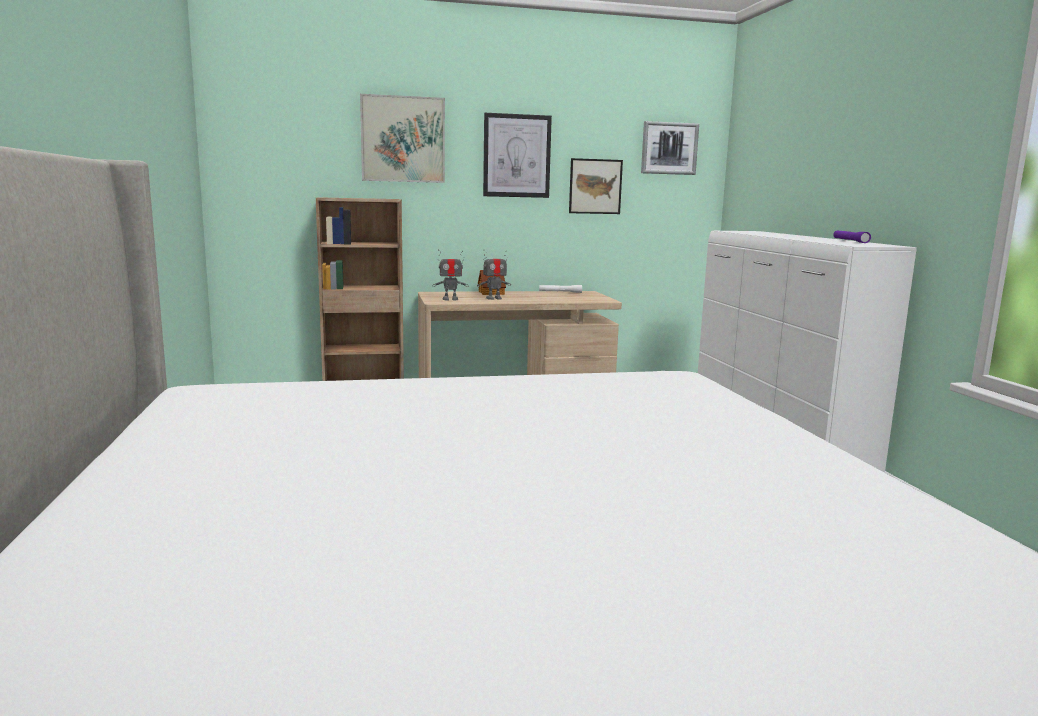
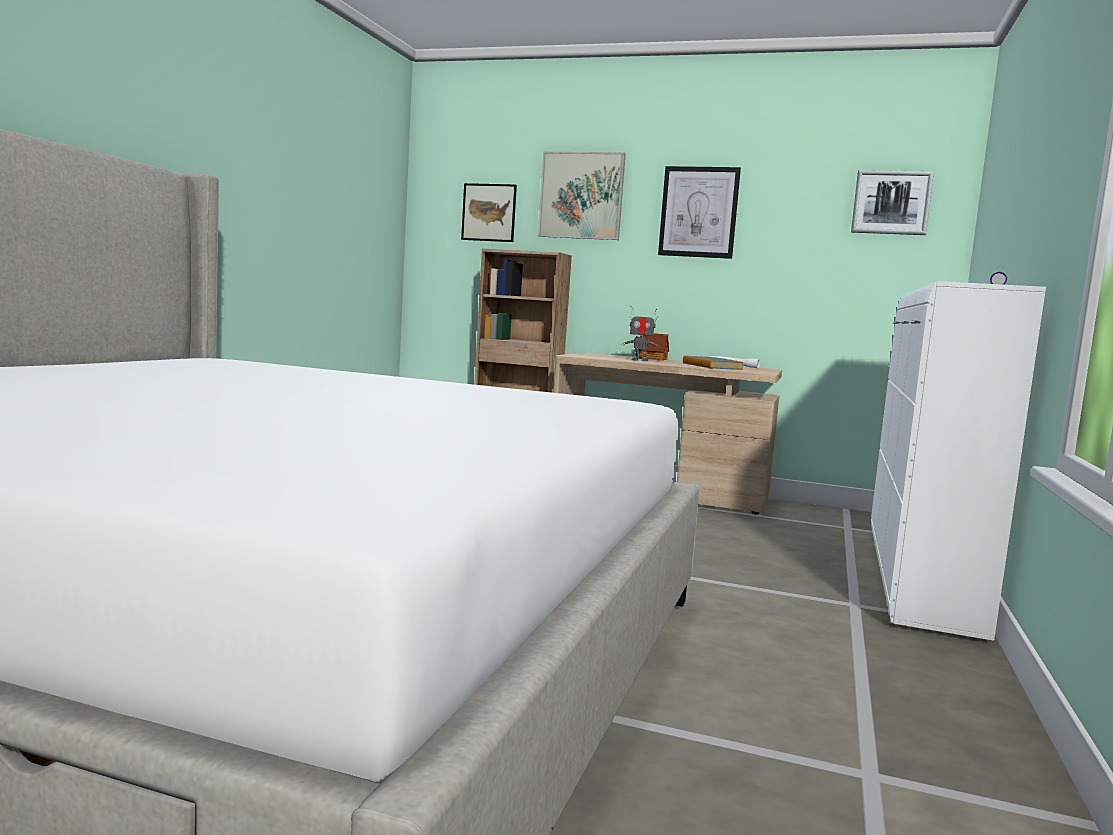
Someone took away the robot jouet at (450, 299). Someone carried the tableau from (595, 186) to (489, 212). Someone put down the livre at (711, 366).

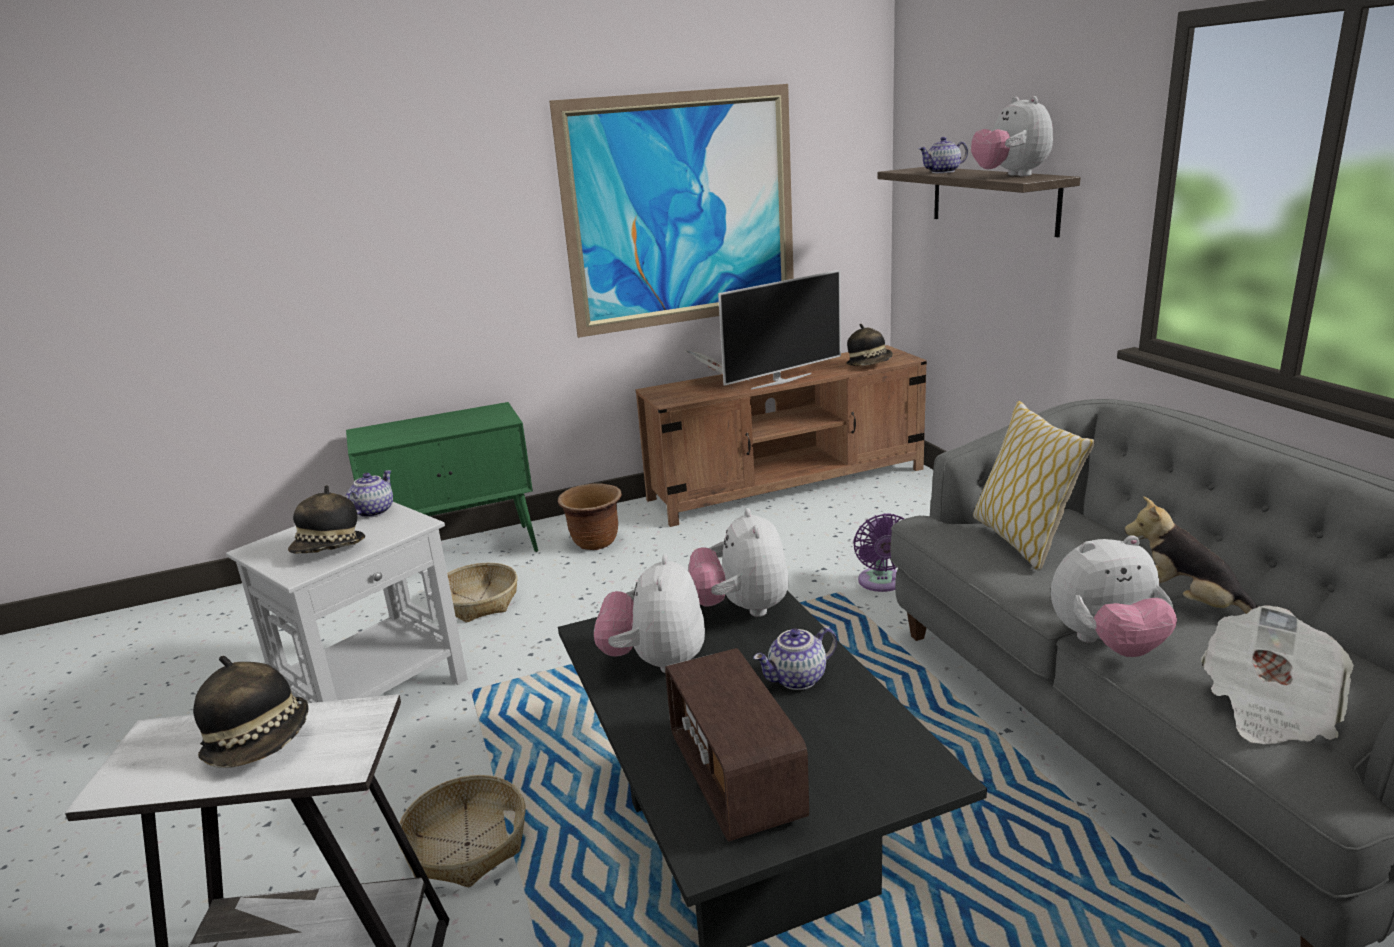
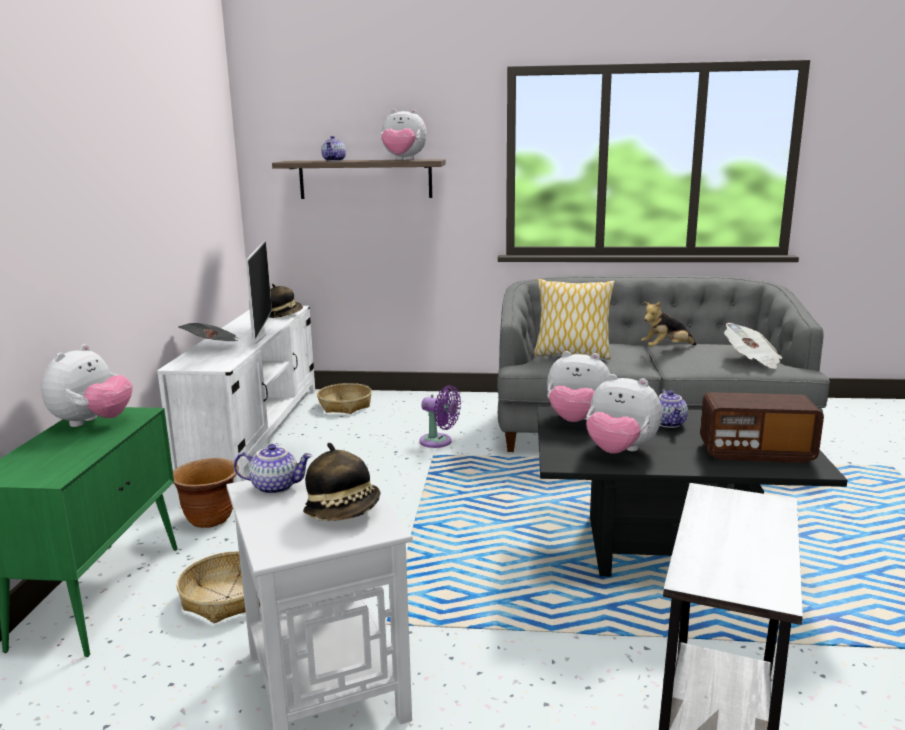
Someone took away the chapeau at (261, 743). Someone rotated the théière at (373, 511) by 135 degrees clockwise. Someone carried the panier from (466, 844) to (345, 406). Someone took away the tableau at (681, 211). Someone repainted the meuble télé [marron] at (787, 484), which became the meuble télé [blanc] at (254, 429). Someone carried the peluche from (1107, 644) to (92, 423).

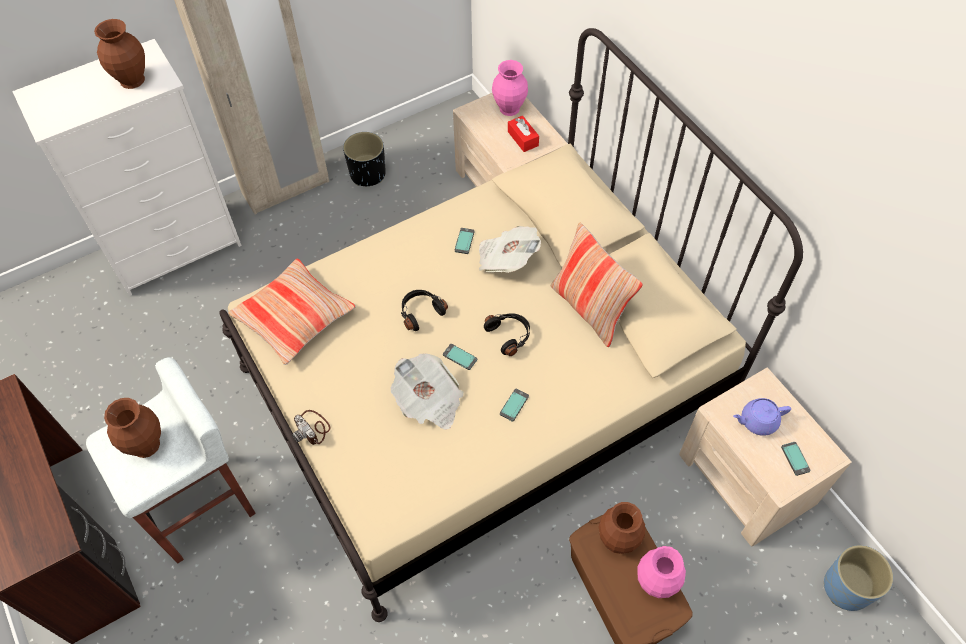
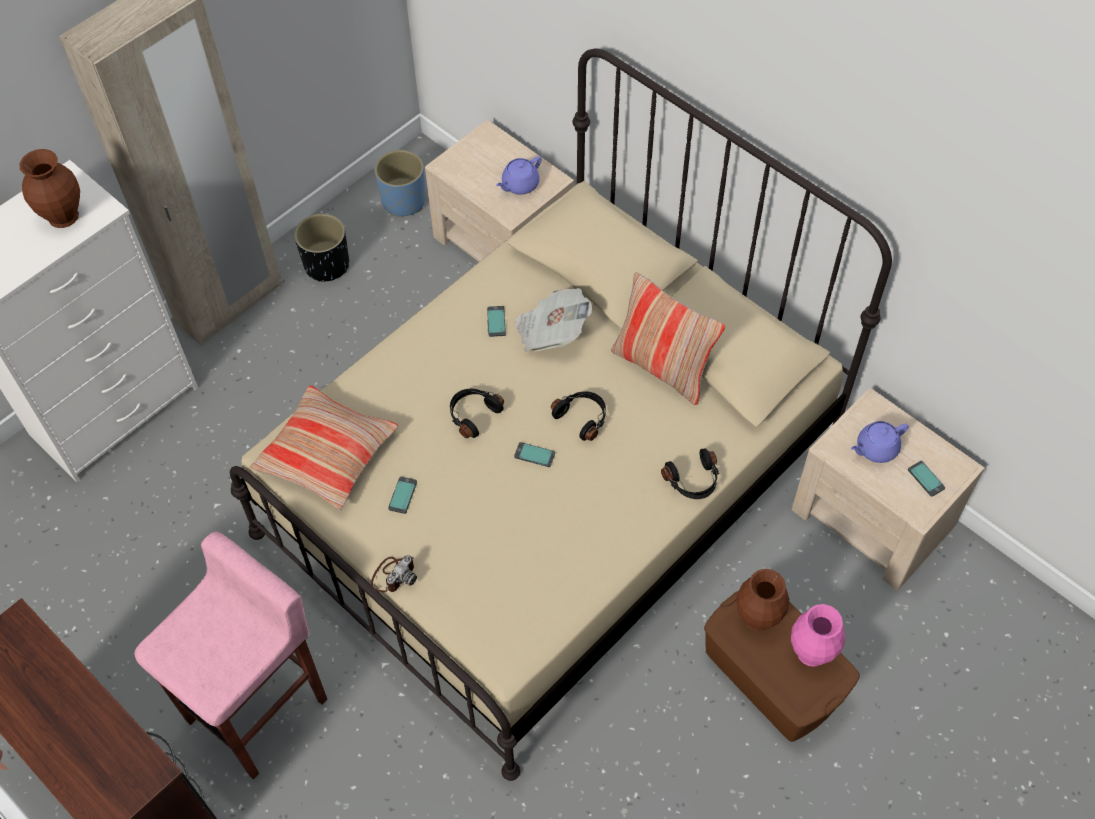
Someone repainted the tabouret [blanc] at (202, 508), which became the tabouret [rose] at (260, 709). Someone took away the vase [marron] at (145, 445). Someone rotated the appareil photo at (312, 428) by 90 degrees counterclockwise. Someone took away the journal at (429, 401). Someone took away the vase [rose] at (510, 108). Someone carried the téléphone from (514, 405) to (402, 495). Someone swapped the boîte à mouchoirs [rouge] at (523, 138) for the théière [violet] at (519, 185). Someone carried the cache-pot [bleu] from (846, 587) to (403, 201). Someone put down the casque audio [noir] at (693, 481).

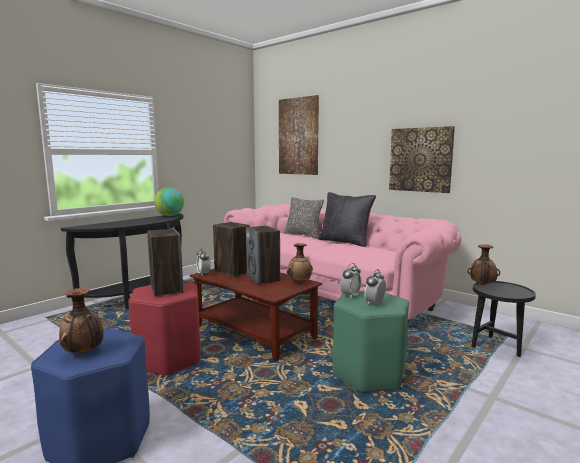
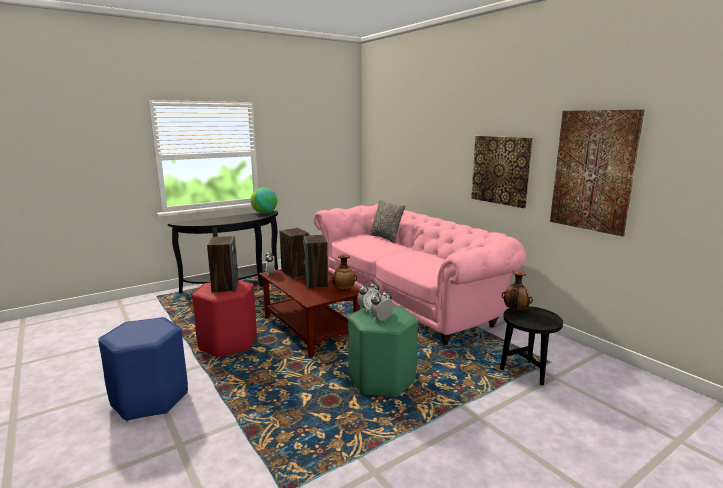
Someone took away the vase at (84, 353). Someone carried the tableau from (298, 136) to (593, 171). Someone took away the coussin [noir] at (345, 242).

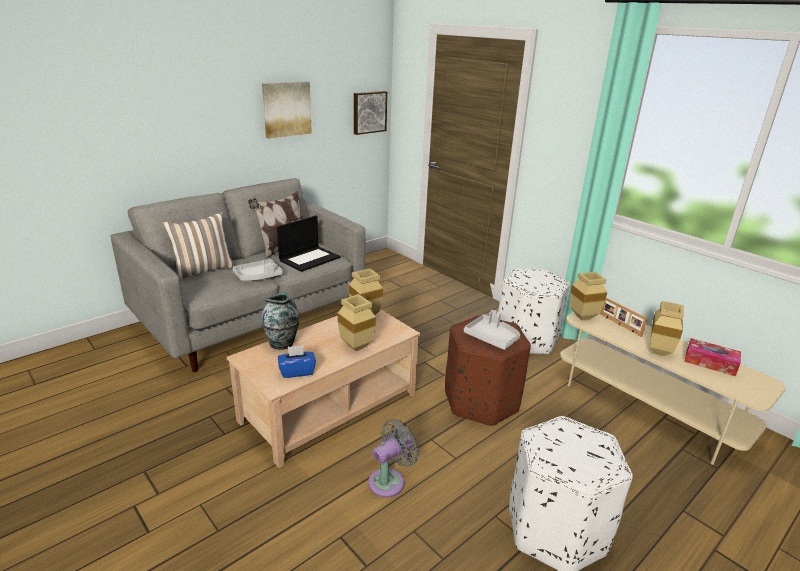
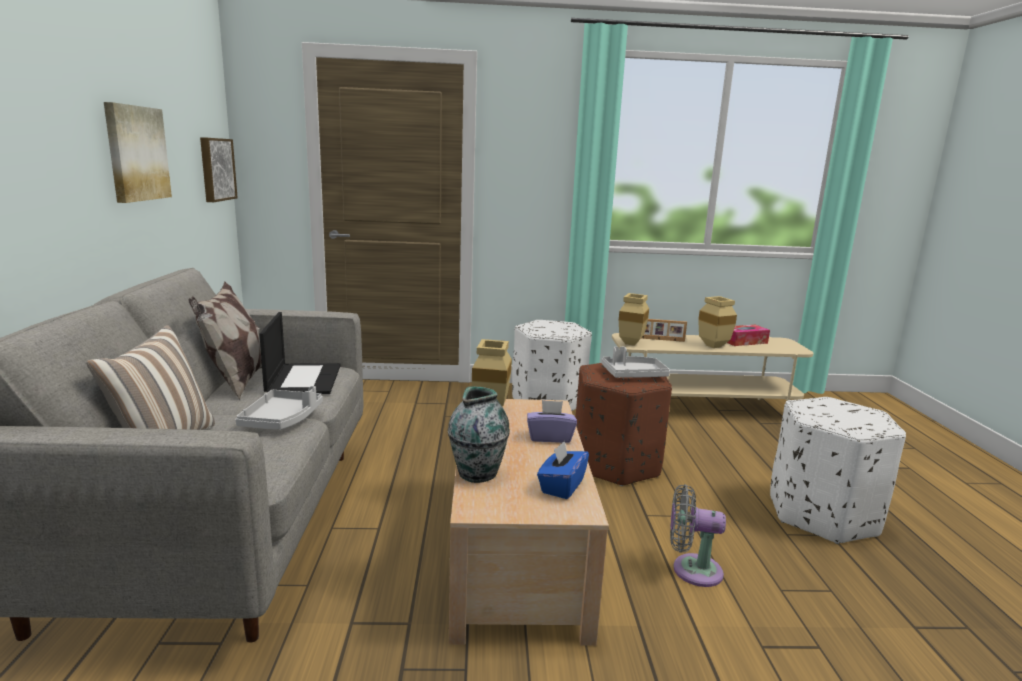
Someone swapped the vase [beige] at (354, 347) for the boîte à mouchoirs [violet] at (550, 437). Someone rotated the ventilateur [gris] at (389, 480) by 75 degrees counterclockwise.

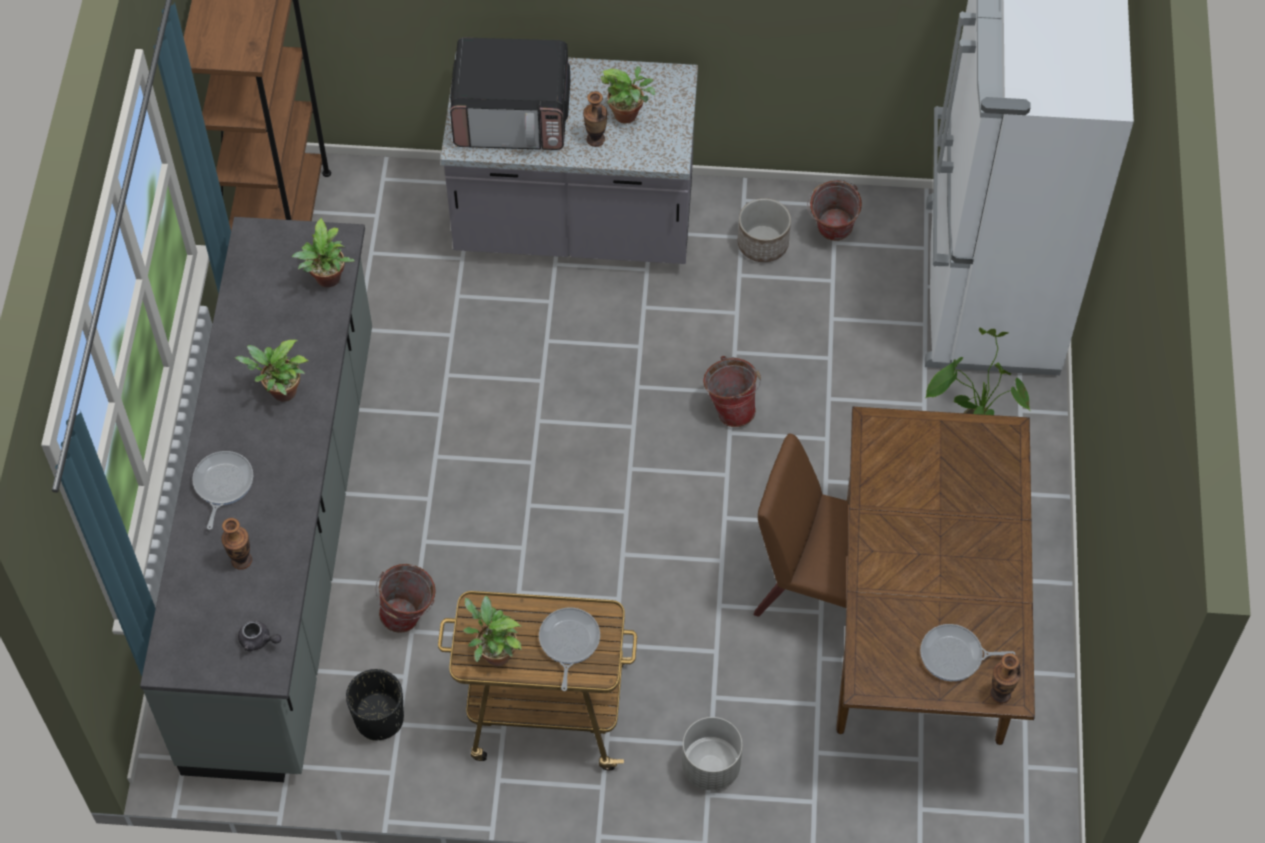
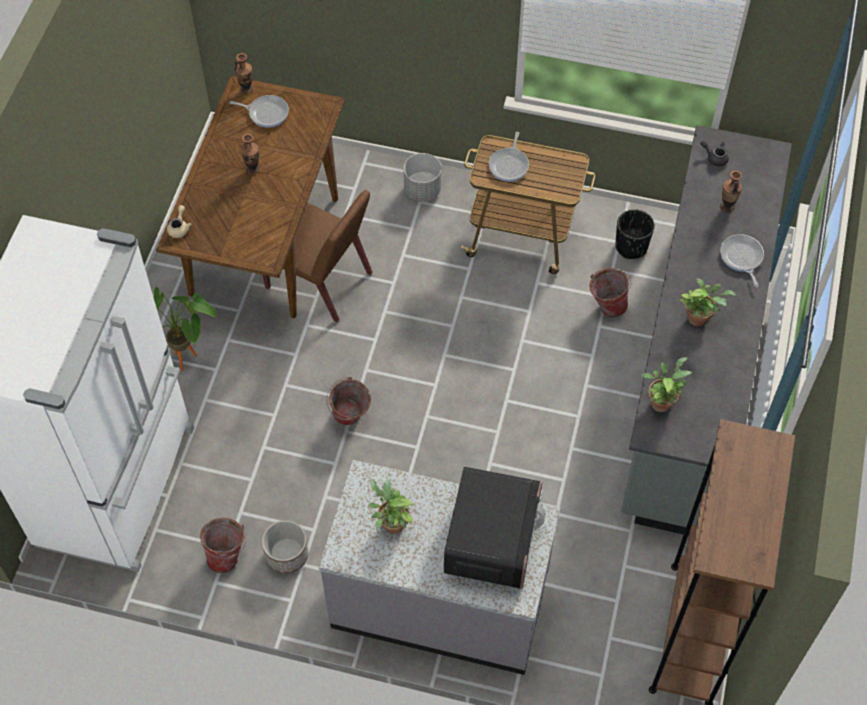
Someone rotated the poêle at (222, 485) by 150 degrees clockwise. Someone rotated the micro-ondes at (513, 116) by 90 degrees clockwise. Someone took away the plante en pot at (494, 653). Someone carried the vase from (595, 139) to (253, 169). Someone put down the théière [beige] at (179, 228).

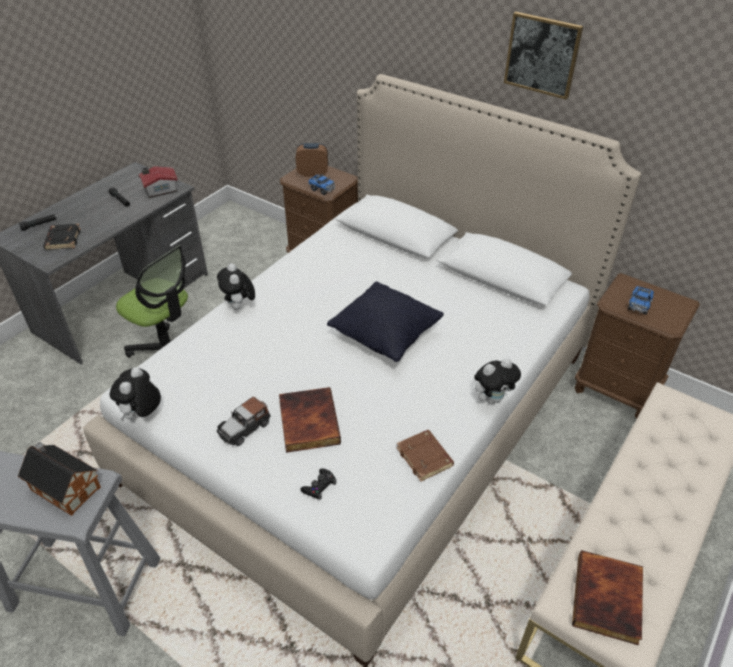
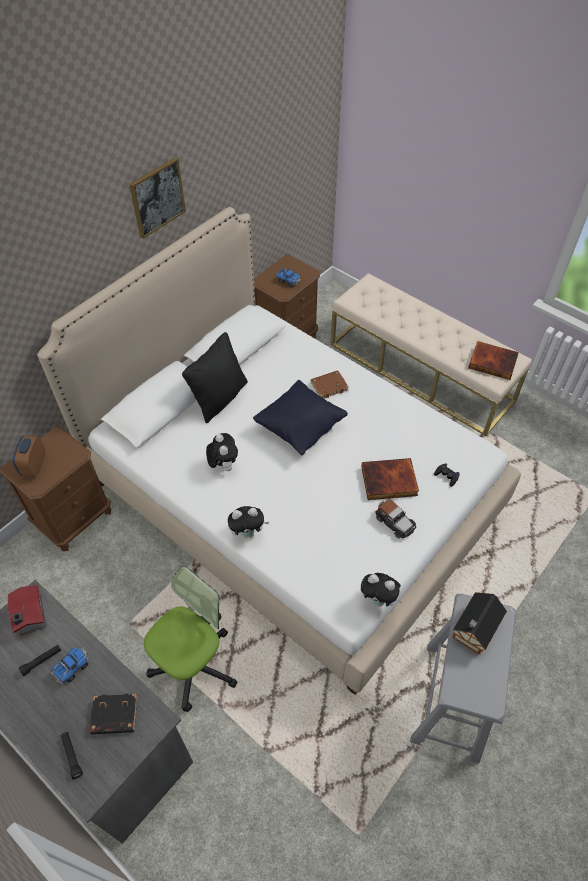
Someone carried the camion jouet from (322, 189) to (72, 668). Someone carried the livre [marron] from (425, 458) to (329, 386). Someone carried the peluche from (492, 398) to (223, 465). Someone put down the coussin [noir] at (220, 398).

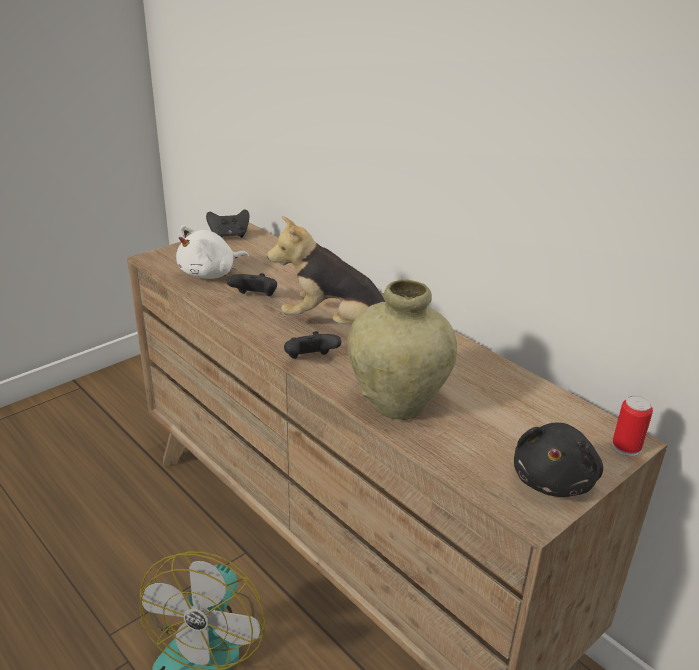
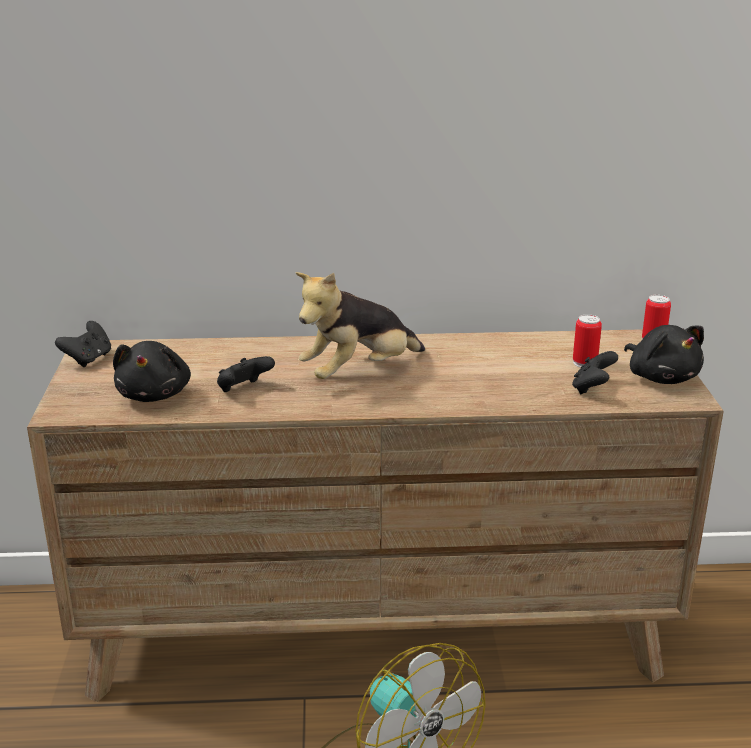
Someone repainted the peluche [blanc] at (210, 274), which became the peluche [noir] at (155, 394). Someone carried the manette [noir] from (310, 360) to (592, 389). Someone took away the vase [beige] at (397, 404). Someone put down the boîte métallique at (584, 363).

